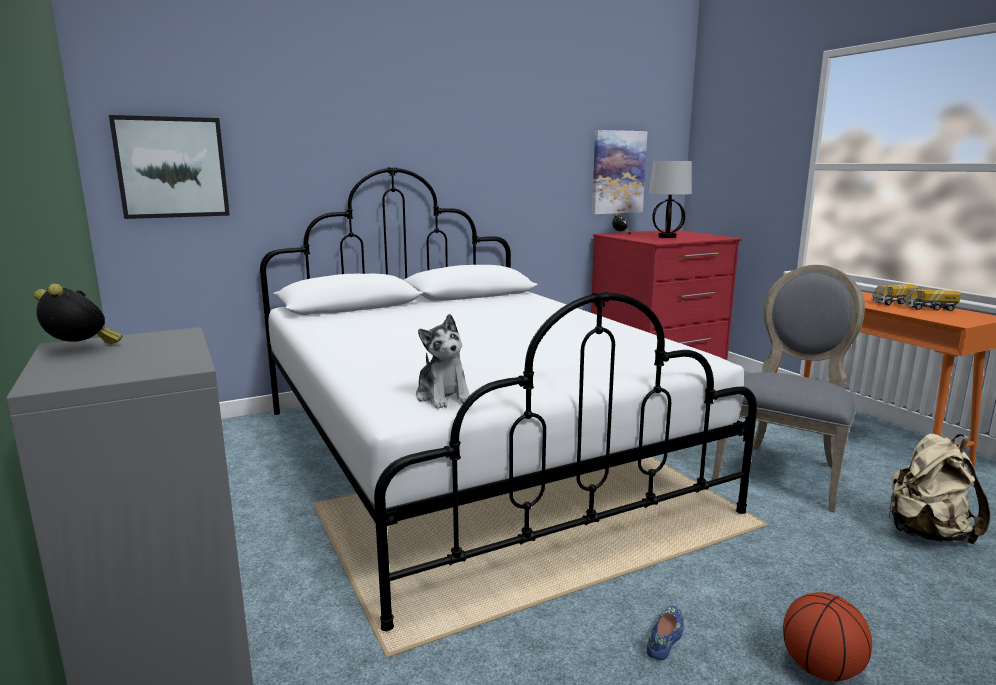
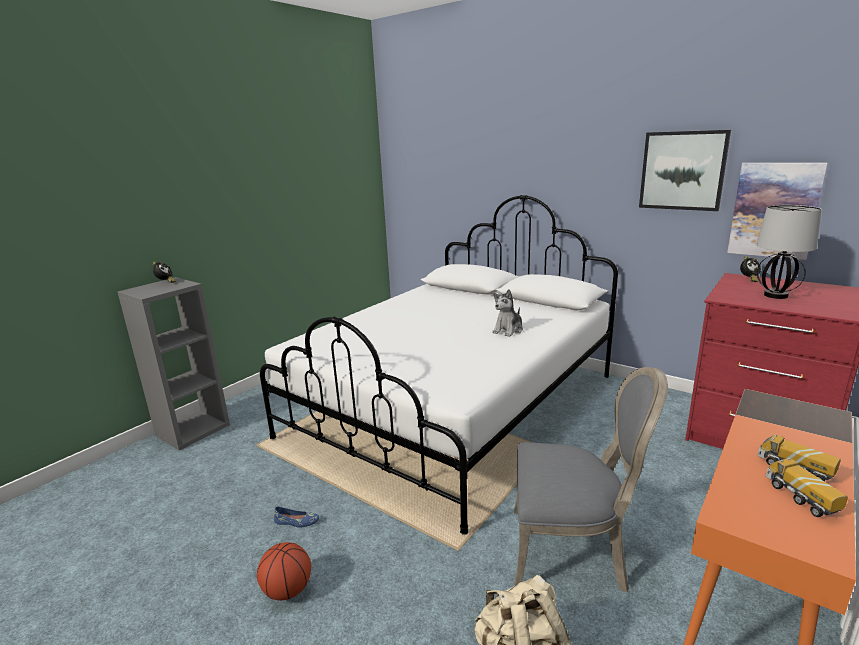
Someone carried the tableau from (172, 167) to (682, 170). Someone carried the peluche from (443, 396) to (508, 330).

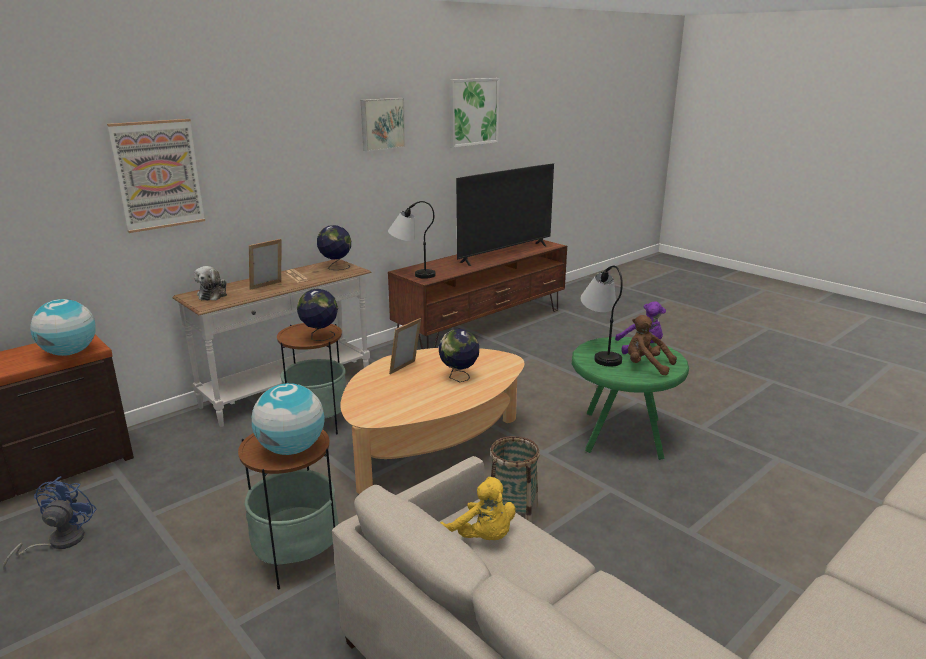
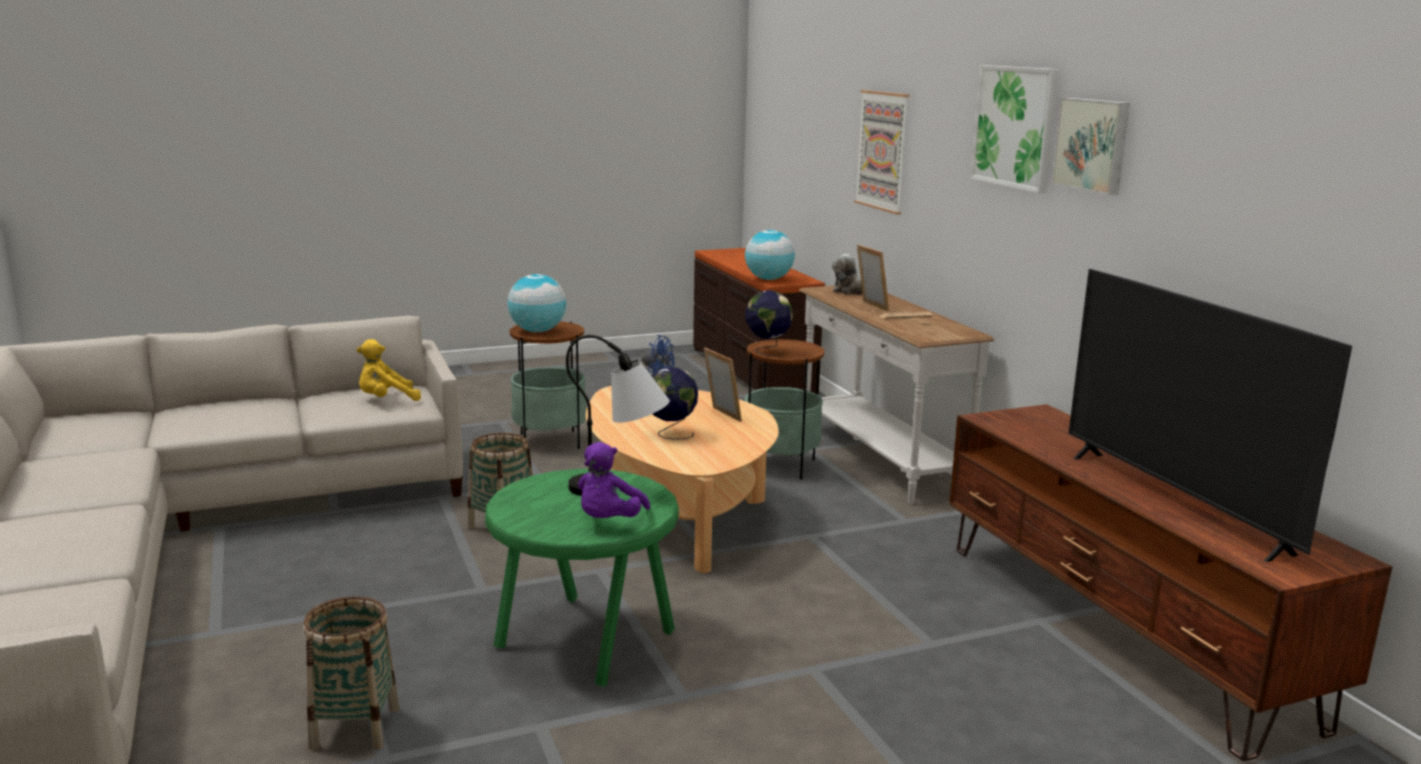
Someone took away the globe at (335, 267). Someone took away the lampe de table at (411, 273). Someone carried the tableau from (473, 112) to (1015, 127). Someone took away the peluche [marron] at (646, 366). Someone put down the panier at (355, 727).

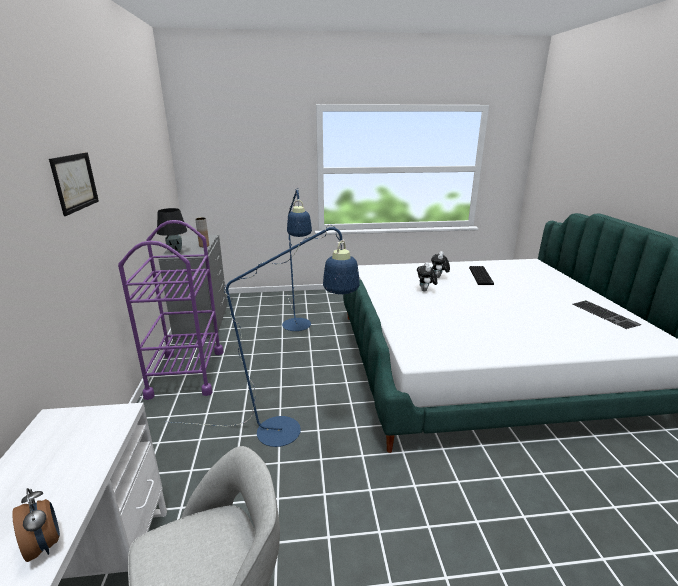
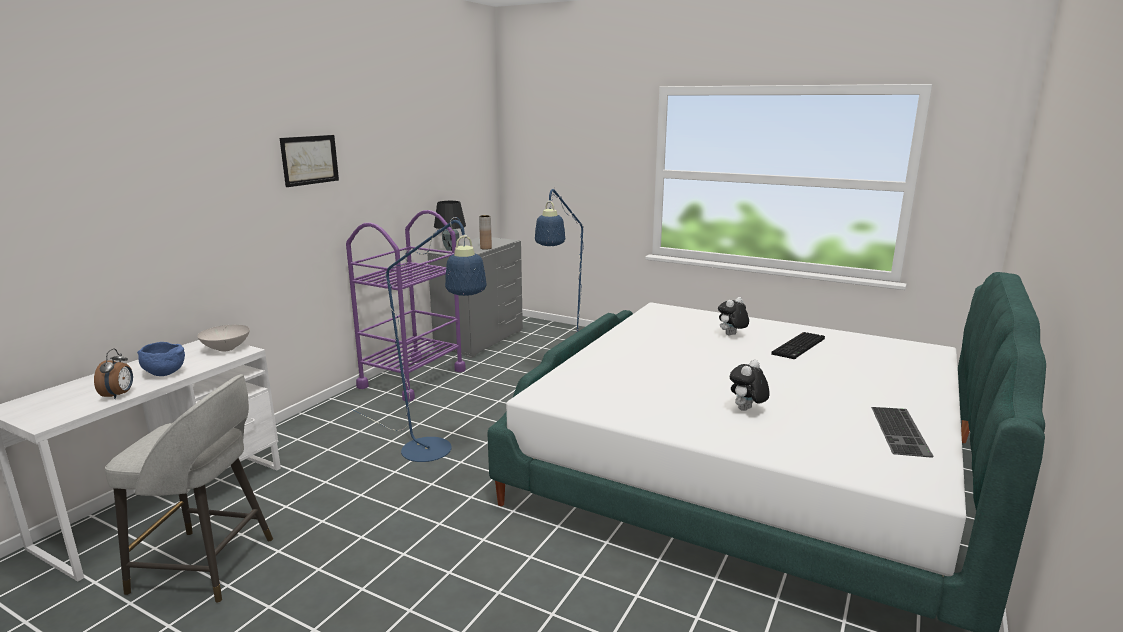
Someone carried the peluche from (425, 291) to (746, 410). Someone put down the bol [bleu] at (163, 374). Someone put down the bol [blanc] at (227, 348).

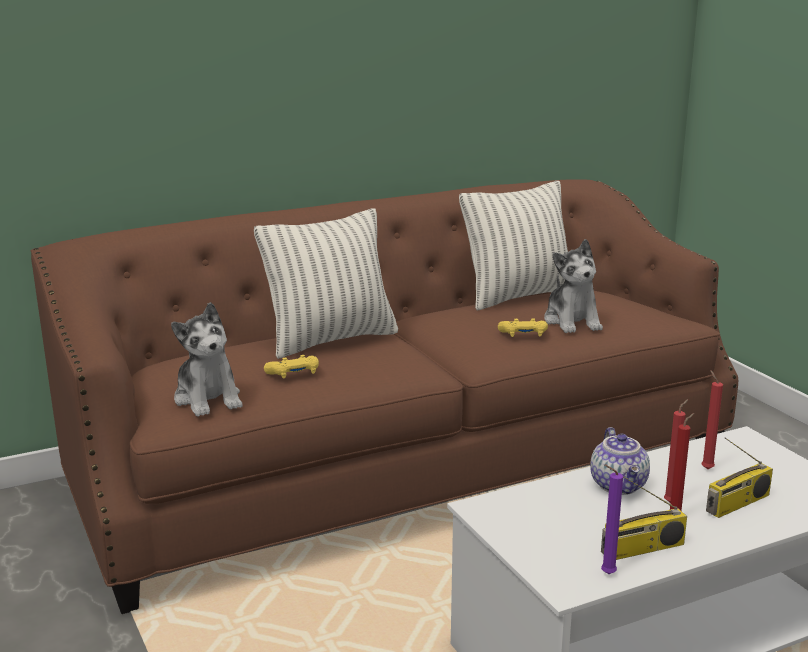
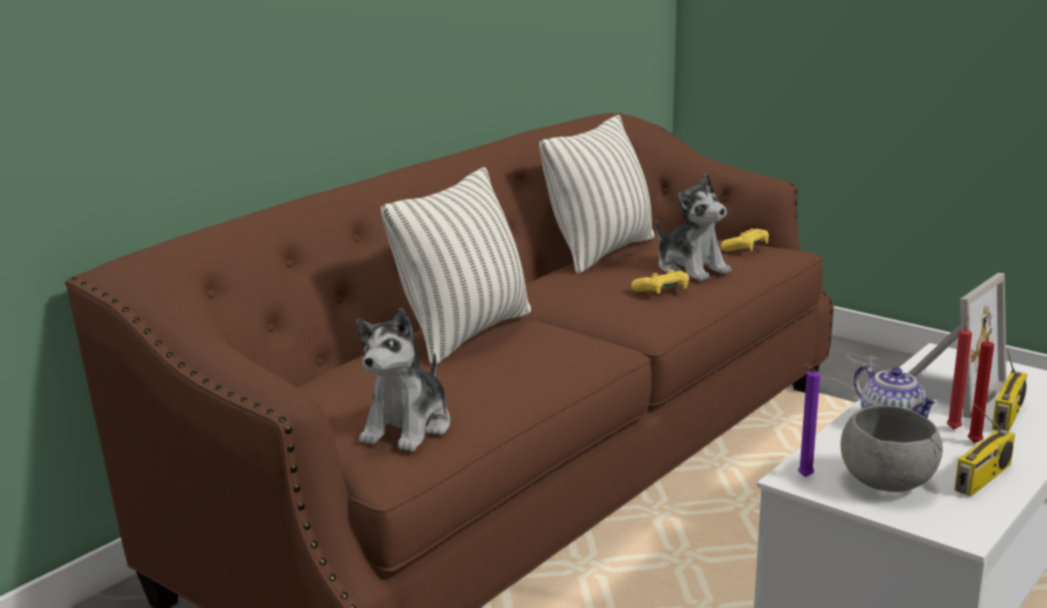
Someone rotated the peluche at (208, 398) by 75 degrees clockwise. Someone carried the manette [jaune] from (294, 374) to (746, 248). Someone carried the bougie [violet] from (605, 574) to (803, 477). Someone swapped the bougie [rouge] at (706, 468) for the cadre photo at (944, 390). Someone put down the bol [gris] at (888, 483).

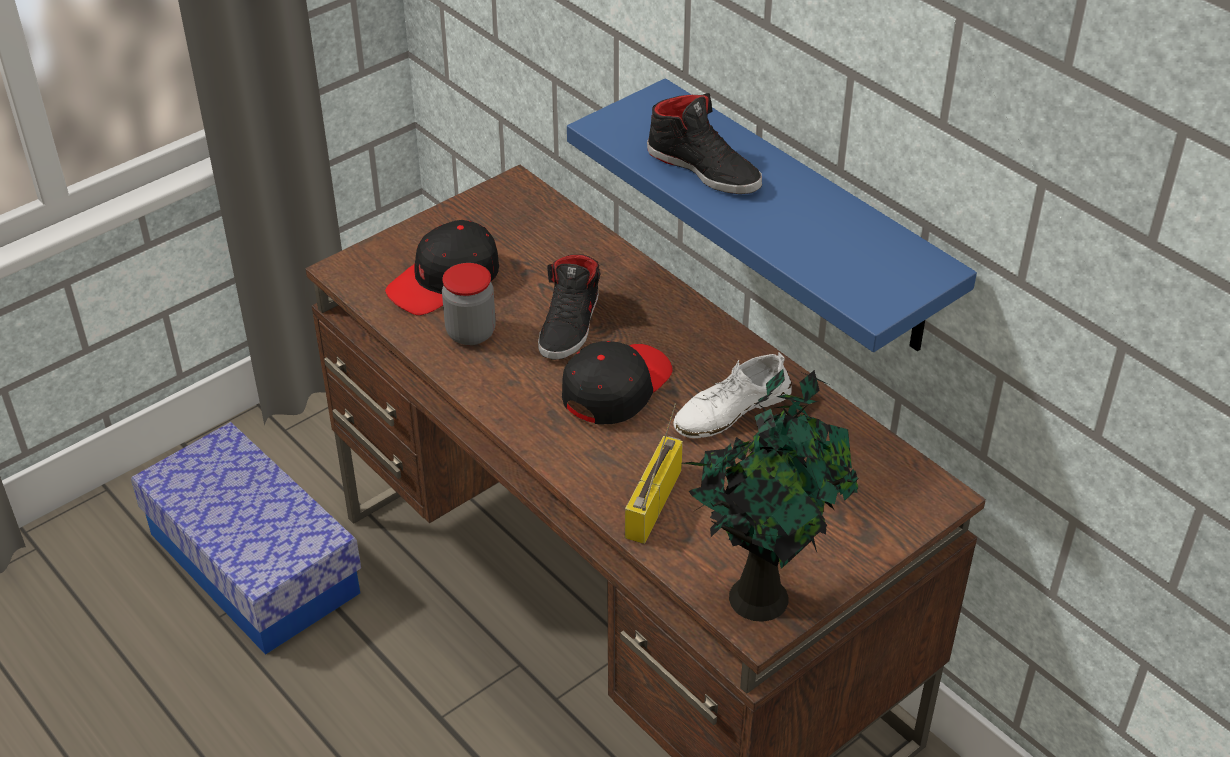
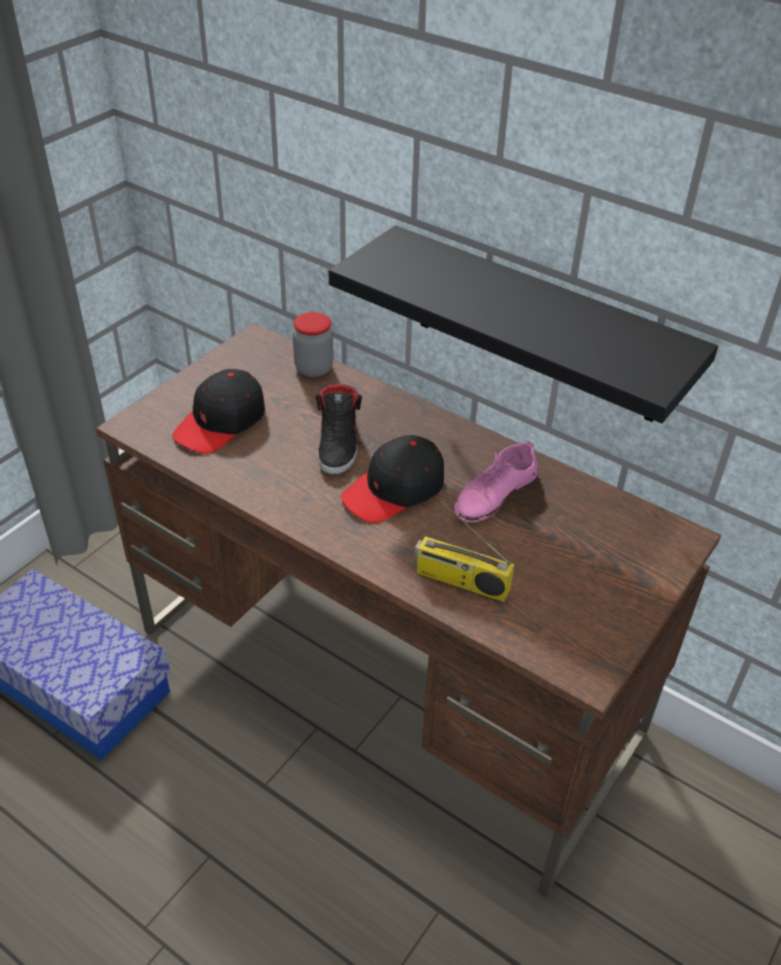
Someone carried the bocal from (471, 333) to (314, 368). Someone rotated the casquette [noir] at (616, 388) by 150 degrees counterclockwise. Someone repainted the étagère [bleu] at (805, 219), which became the étagère [noir] at (538, 326). Someone rotated the radio at (653, 501) by 75 degrees counterclockwise. Someone took away the chaussure [noir] at (704, 168). Someone repainted the chaussure [blanc] at (731, 409), which became the chaussure [rose] at (495, 493). Someone took away the plante en pot at (761, 594).

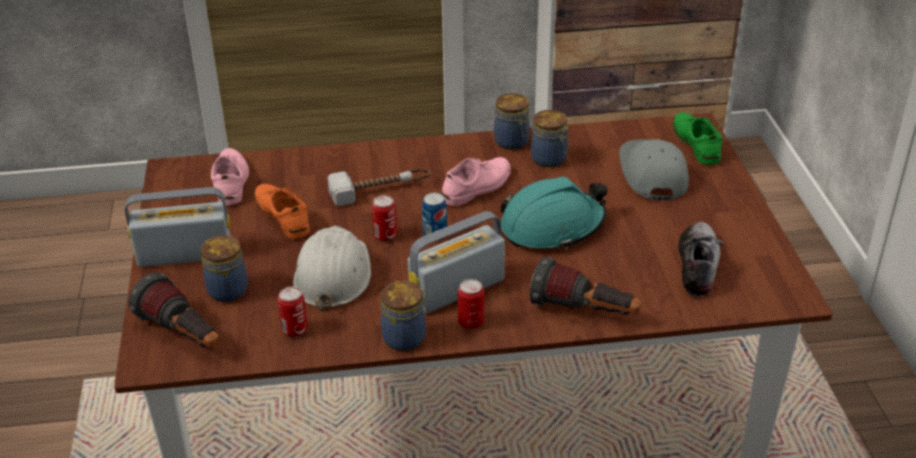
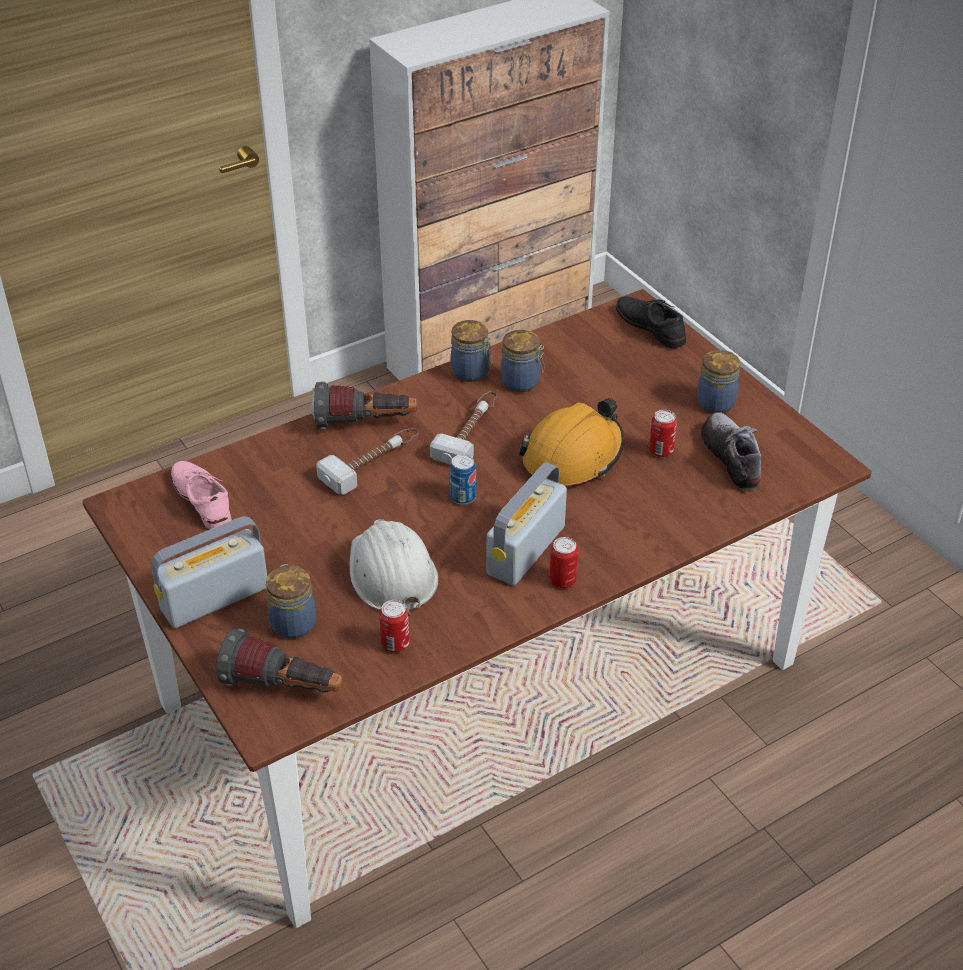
Someone took away the chaussure [orange] at (282, 215). Someone carried the boîte métallique from (385, 236) to (661, 451). Someone carried the bocal from (406, 337) to (716, 402). Someone swapped the chaussure [rose] at (477, 187) for the marteau at (470, 432). Someone repainted the casque de chantier [turquoise] at (552, 227), which became the casque de chantier [orange] at (573, 456). Someone carried the lampe de poche from (584, 312) to (365, 424). Someone took away the casquette [gris] at (651, 174). Someone repainted the chaussure [vert] at (696, 143), which became the chaussure [noir] at (650, 326).

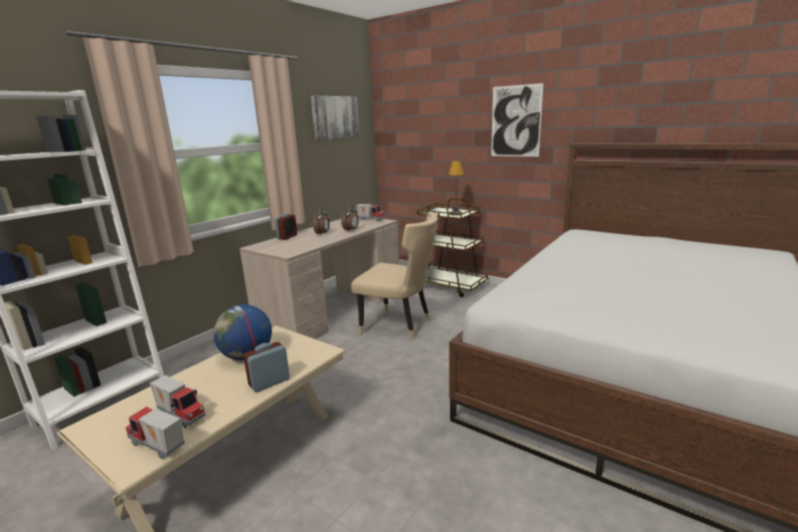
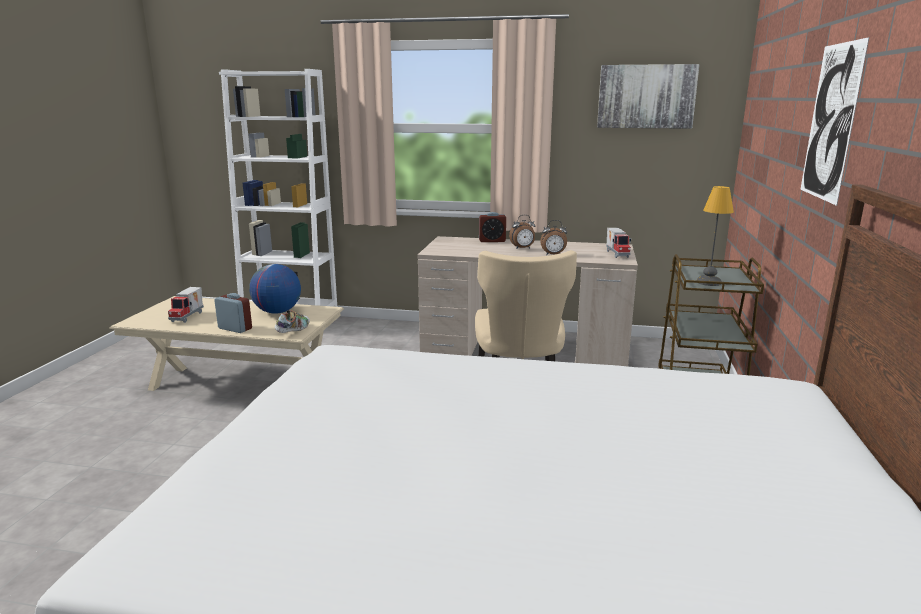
Someone took away the camion jouet at (157, 447). Someone put down the chaussure at (293, 331).

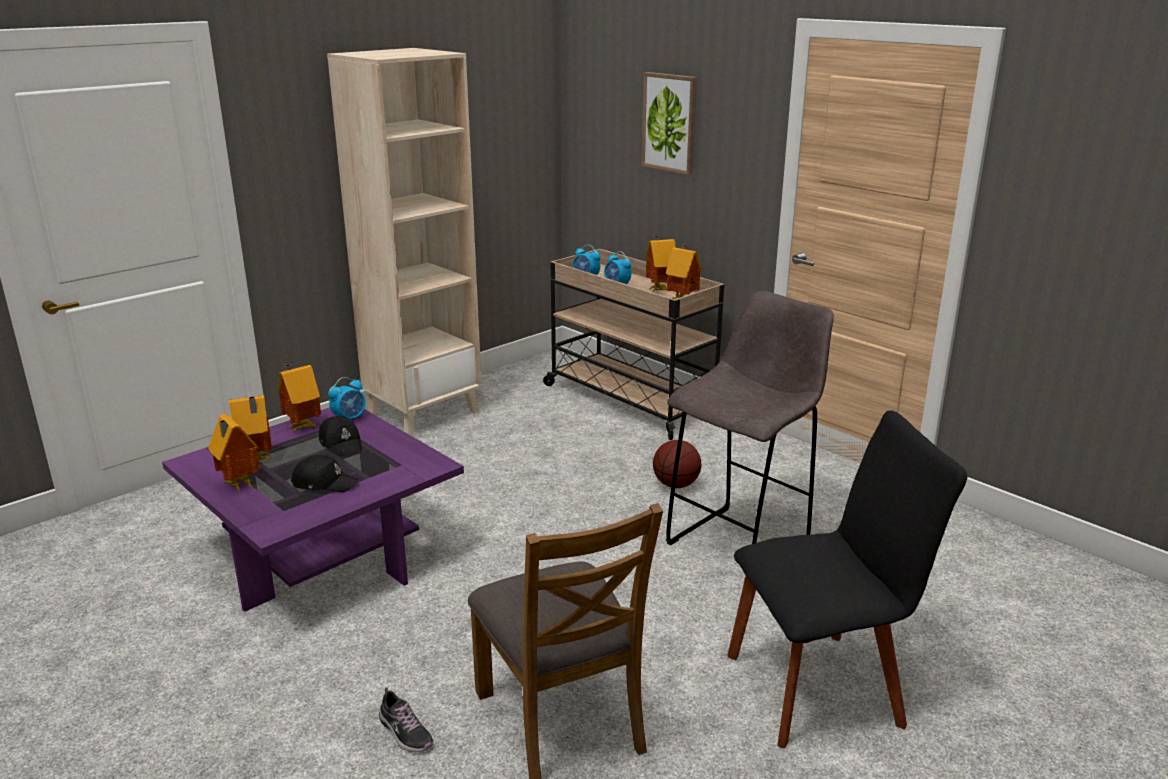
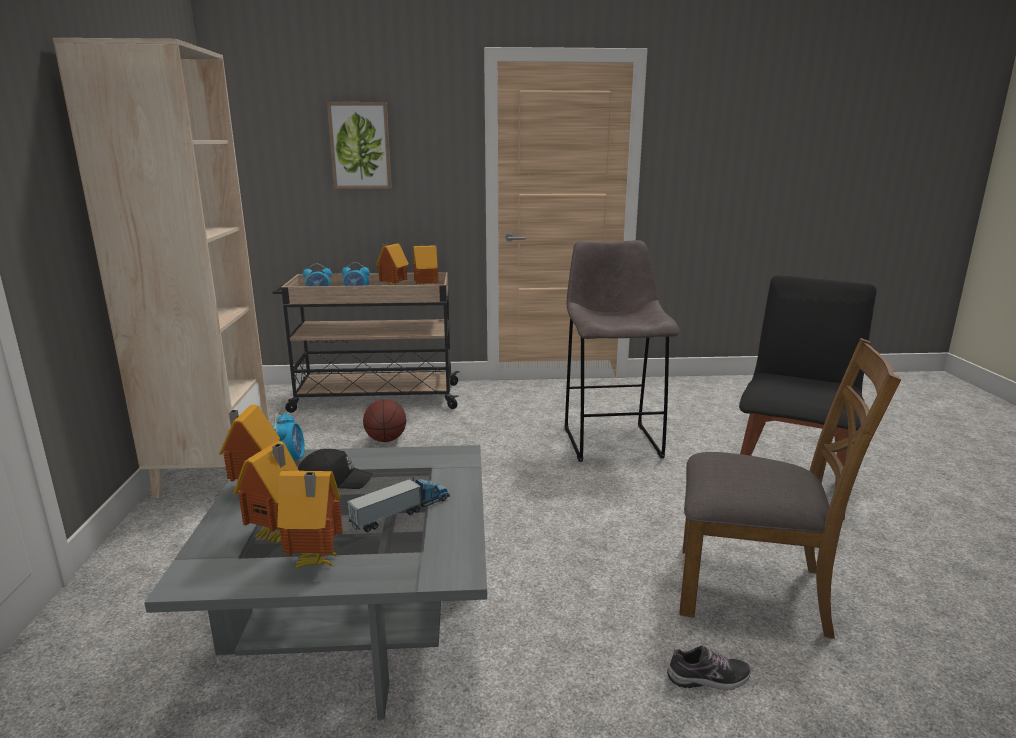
Someone repainted the table basse [violet] at (324, 554), which became the table basse [gris] at (356, 619). Someone swapped the casquette [noir] at (324, 483) for the camion jouet at (401, 512). Someone carried the ballon de basket from (676, 485) to (386, 440).

